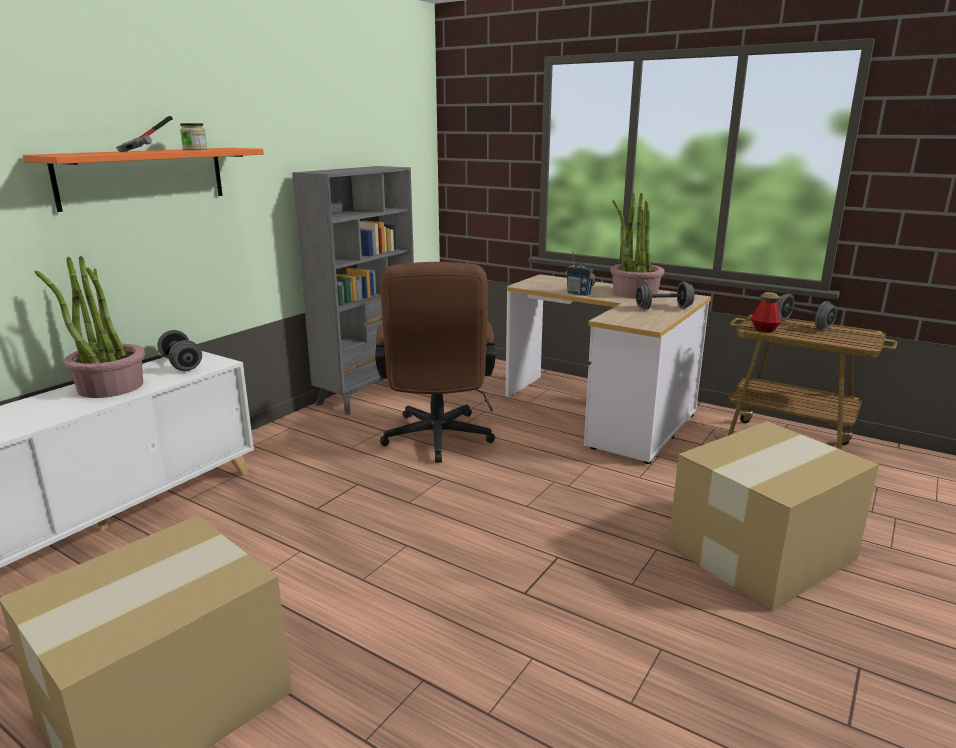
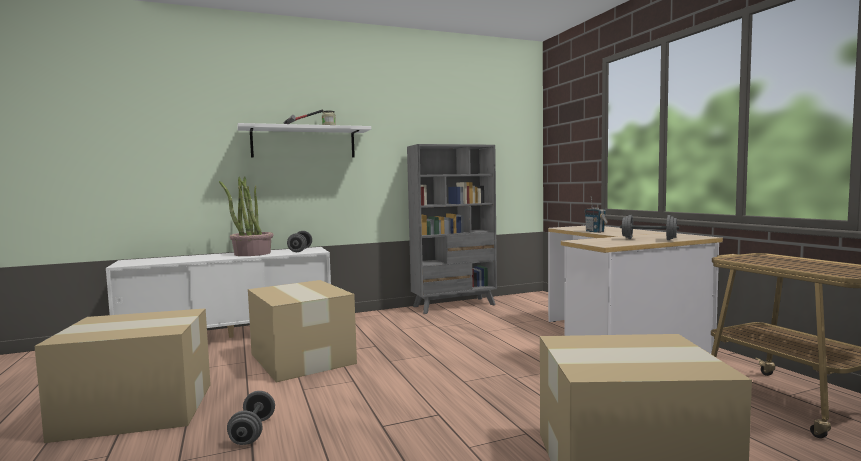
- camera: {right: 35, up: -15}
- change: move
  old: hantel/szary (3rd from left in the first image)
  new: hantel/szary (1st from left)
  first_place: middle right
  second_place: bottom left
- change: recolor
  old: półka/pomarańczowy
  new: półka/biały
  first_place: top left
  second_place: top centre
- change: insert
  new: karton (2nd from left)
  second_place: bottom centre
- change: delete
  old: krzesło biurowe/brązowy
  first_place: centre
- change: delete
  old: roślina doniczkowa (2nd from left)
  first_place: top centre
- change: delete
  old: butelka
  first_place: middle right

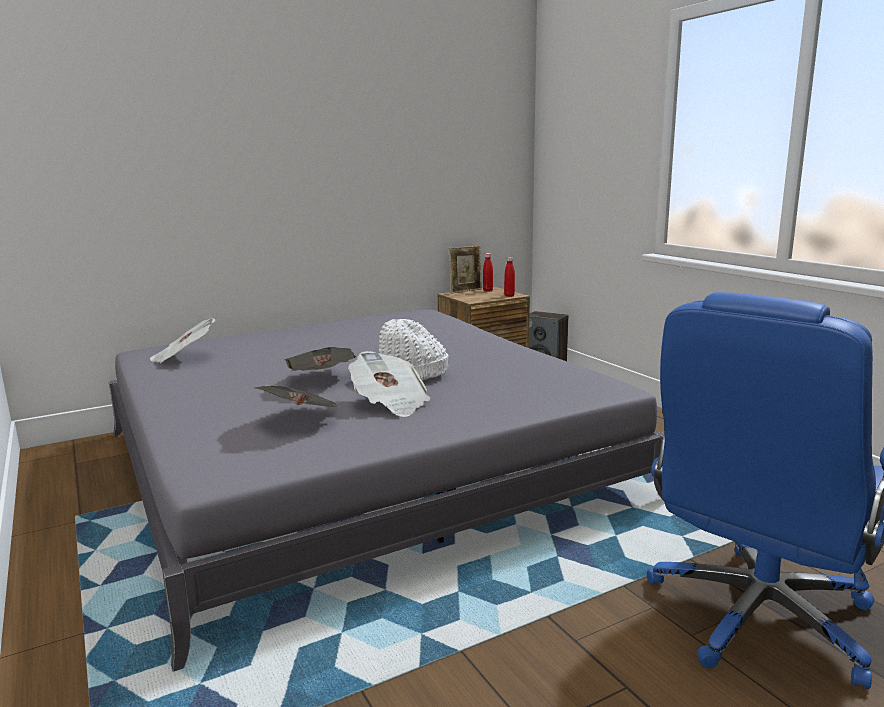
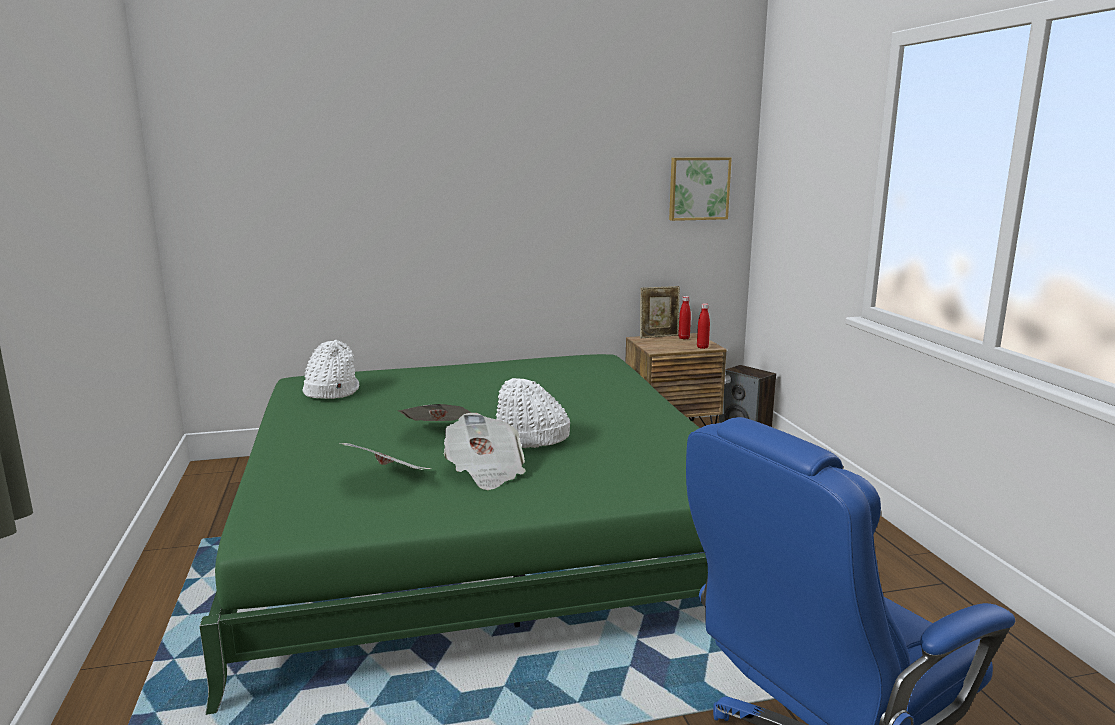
- camera: {right: 15, up: 0}
- change: recolor
  old: łóżko/szary
  new: łóżko/zielony
  first_place: bottom centre
  second_place: bottom centre
- change: replace
  old: gazeta (1st from left)
  new: kapelusz/biały (1st from left)
  first_place: middle left
  second_place: middle left
- change: insert
  new: obraz
  second_place: top centre

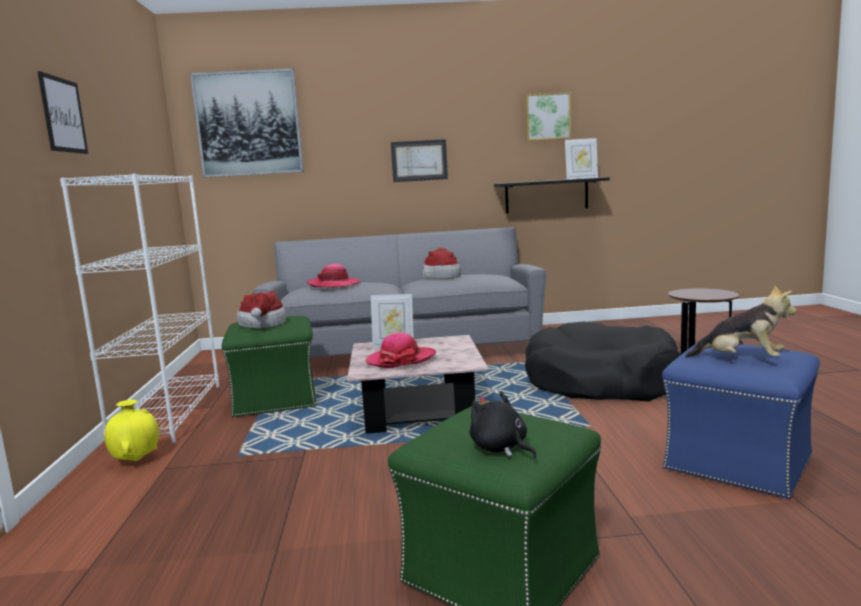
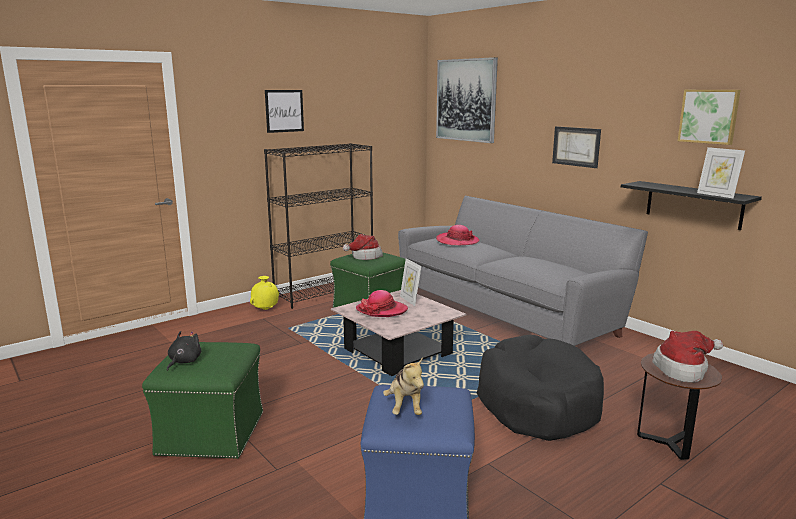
- camera: {right: 55, up: 5}
- change: recolor
  old: regał/biały
  new: regał/czarny
  first_place: middle left
  second_place: centre
- change: move
  old: kapelusz (4th from left)
  first_place: centre
  second_place: bottom right

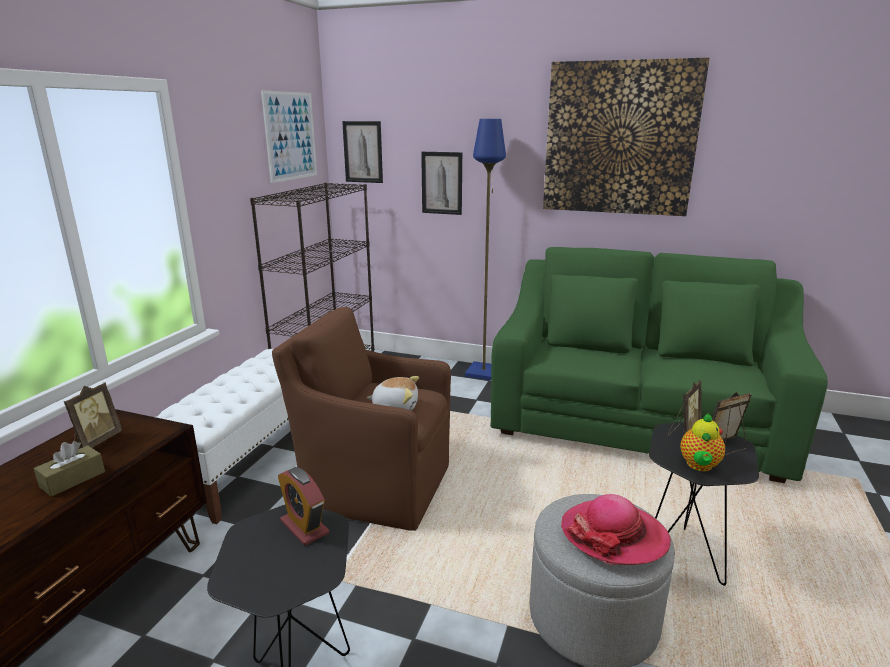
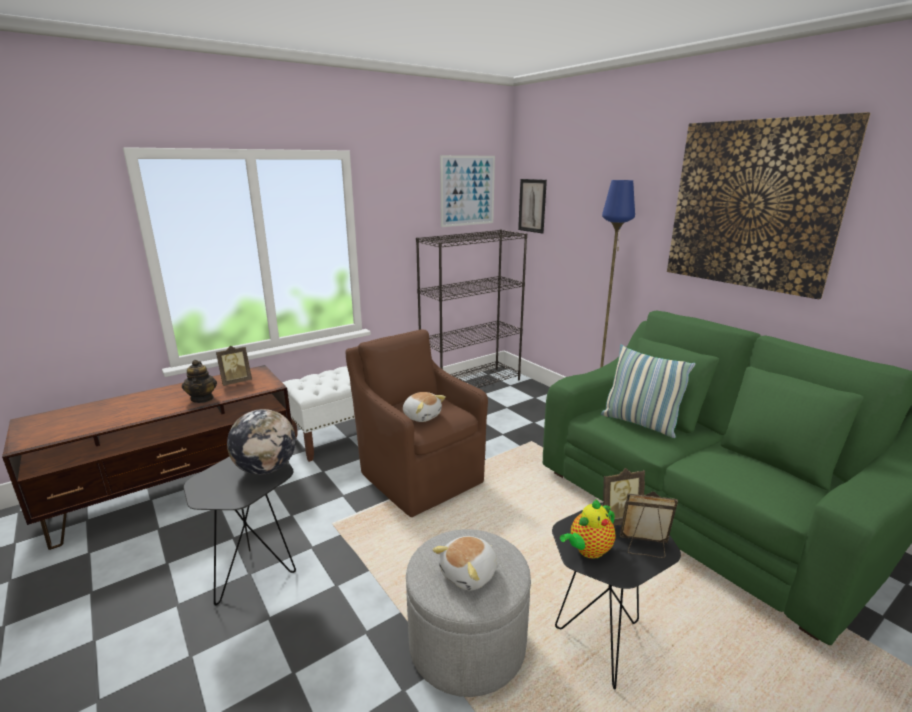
- camera: {right: 35, up: 0}
- change: replace
  old: pudełko chusteczek/brązowy
  new: imbryk (1st from left)
  first_place: bottom left
  second_place: middle left
- change: replace
  old: budzik
  new: globus
  first_place: bottom centre
  second_place: middle left
- change: replace
  old: kapelusz
  new: pluszak (2nd from left)
  first_place: bottom right
  second_place: bottom centre
- change: insert
  new: poduszka
  second_place: middle right
- change: delete
  old: obraz (3rd from left)
  first_place: top centre

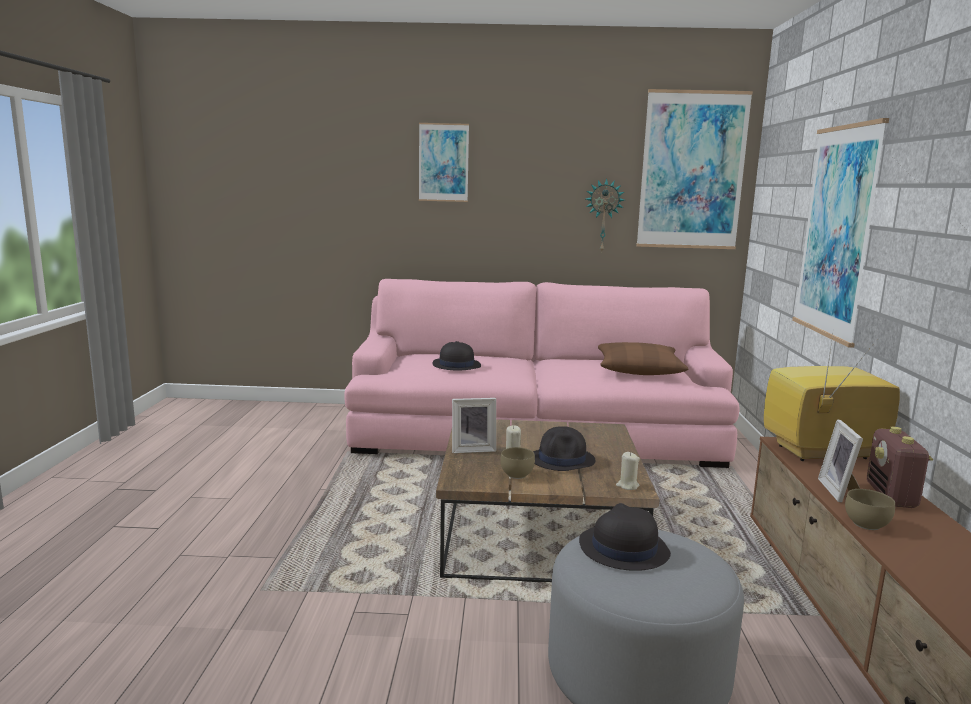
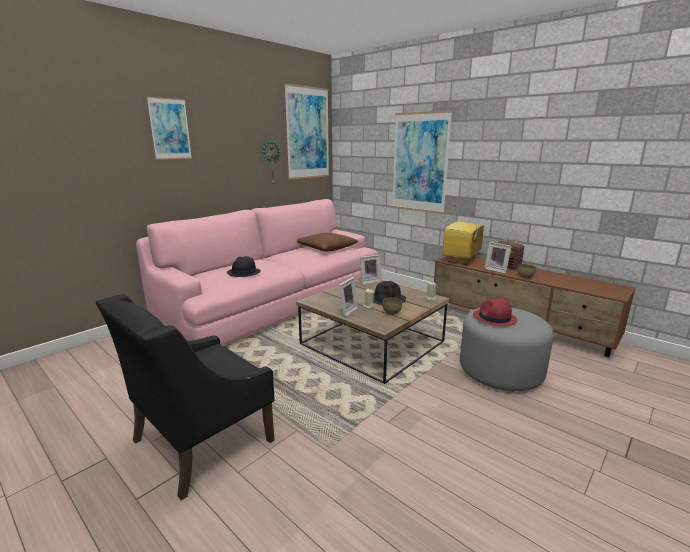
- camera: {right: -50, up: 5}
- change: insert
  new: fotel/czarny
  second_place: bottom left
- change: insert
  new: ramka na zdjęcie (2nd from left)
  second_place: centre
- change: recolor
  old: kapelusz/czarny (3rd from left)
  new: kapelusz/czerwony
  first_place: bottom centre
  second_place: middle right

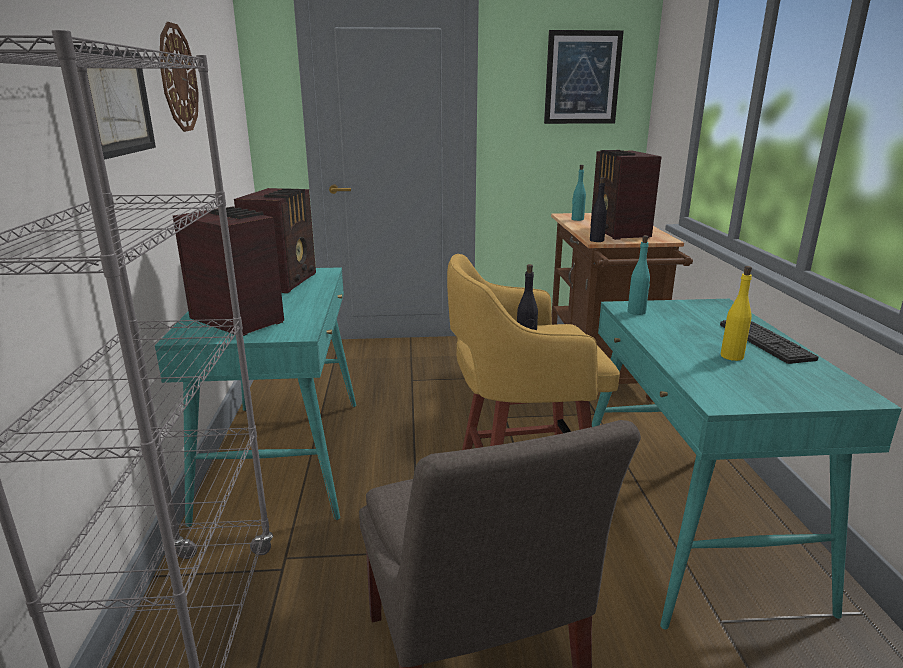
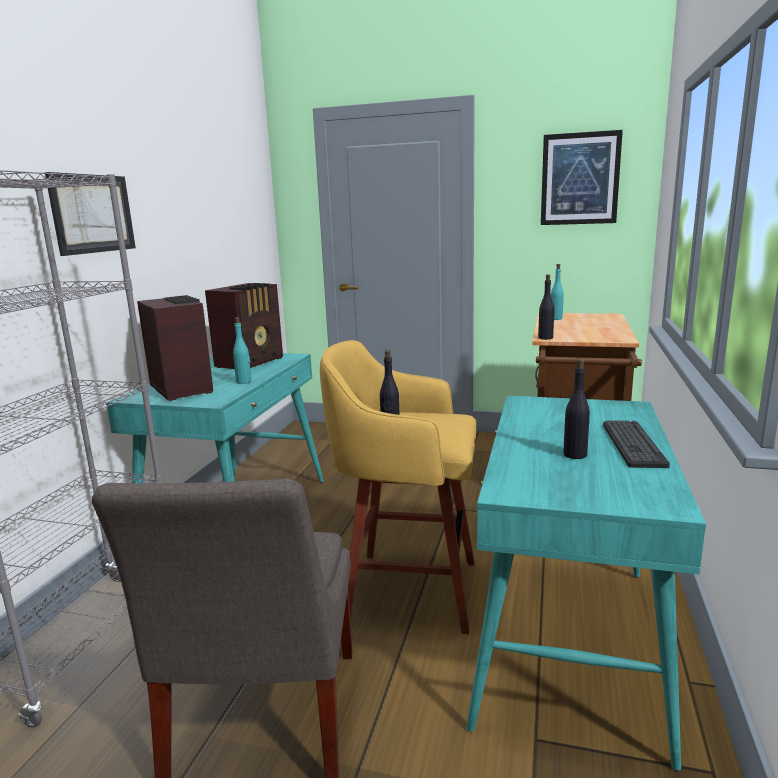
- camera: {right: 20, up: -5}
- change: move
  old: butelka/turkusowy (2nd from left in the first image)
  new: butelka/turkusowy (1st from left)
  first_place: middle right
  second_place: middle left
- change: recolor
  old: butelka/żółty
  new: butelka/czarny (3rd from left)
  first_place: middle right
  second_place: middle right
- change: delete
  old: zegar ścienny
  first_place: top left
- change: delete
  old: radio (3rd from left)
  first_place: top right

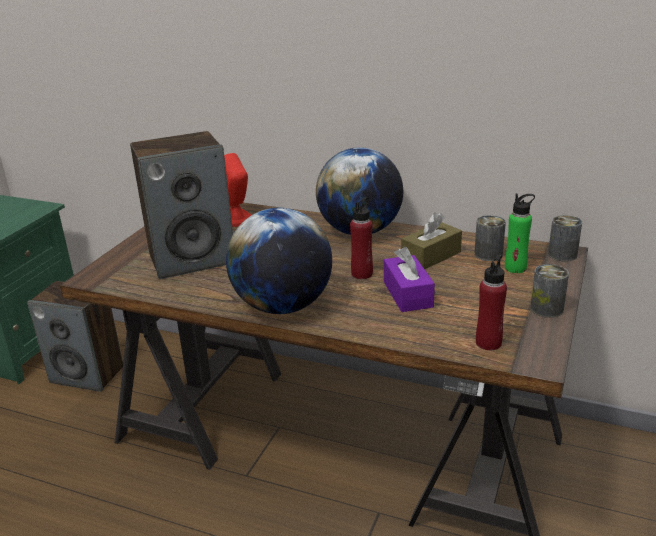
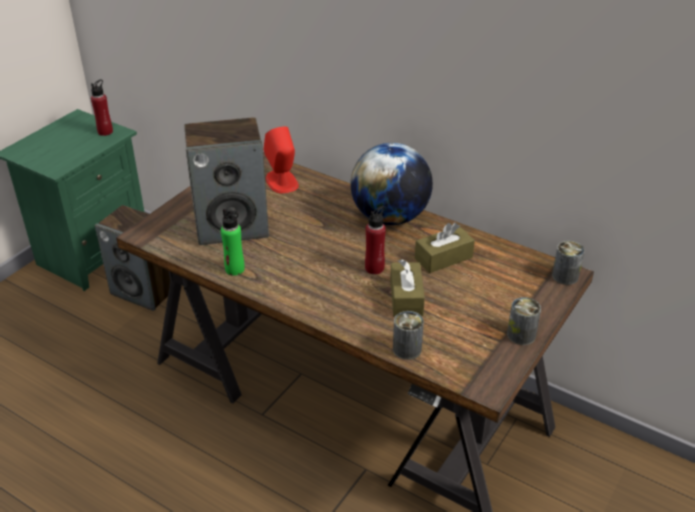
- camera: {right: 10, up: 10}
- change: move
  old: butelka/czerwony (2nd from left in the first image)
  new: butelka/czerwony (1st from left)
  first_place: middle right
  second_place: top left
- change: move
  old: butelka/zielony
  first_place: middle right
  second_place: centre
- change: recolor
  old: pudełko chusteczek/fioletowy
  new: pudełko chusteczek/brązowy (1st from left)
  first_place: centre
  second_place: centre
- change: move
  old: puszka (1st from left)
  first_place: middle right
  second_place: centre
- change: delete
  old: globus (1st from left)
  first_place: centre

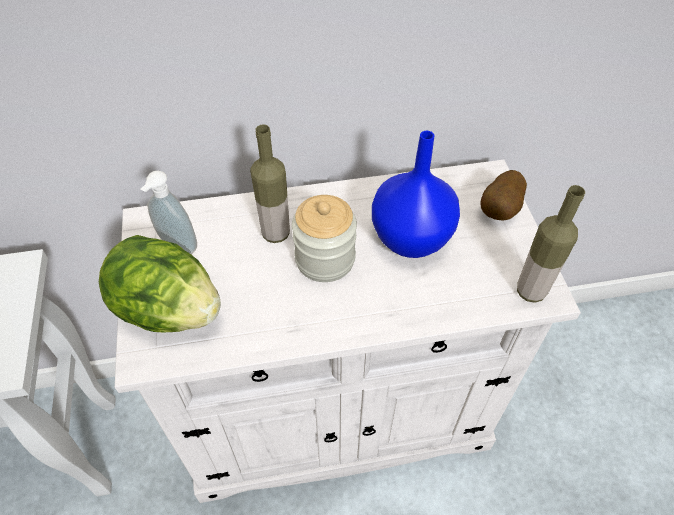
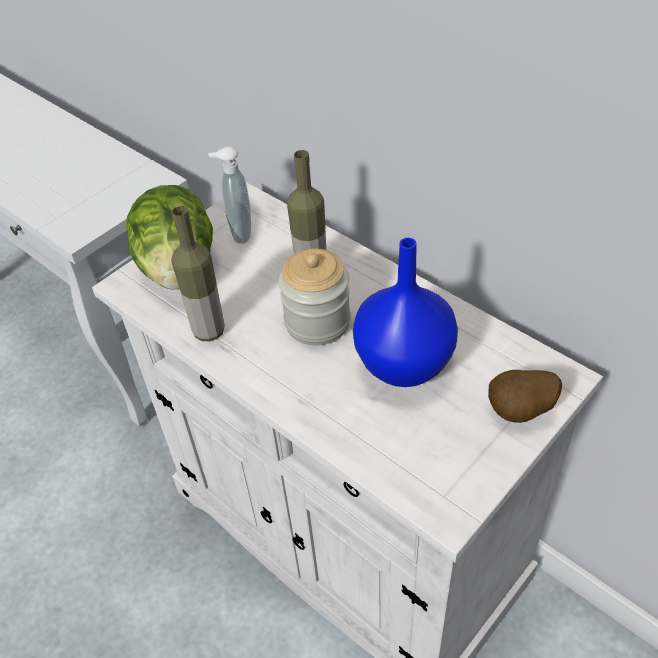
- camera: {right: 55, up: -5}
- change: move
  old: butelka (2nd from left in the first image)
  new: butelka (1st from left)
  first_place: middle right
  second_place: middle left

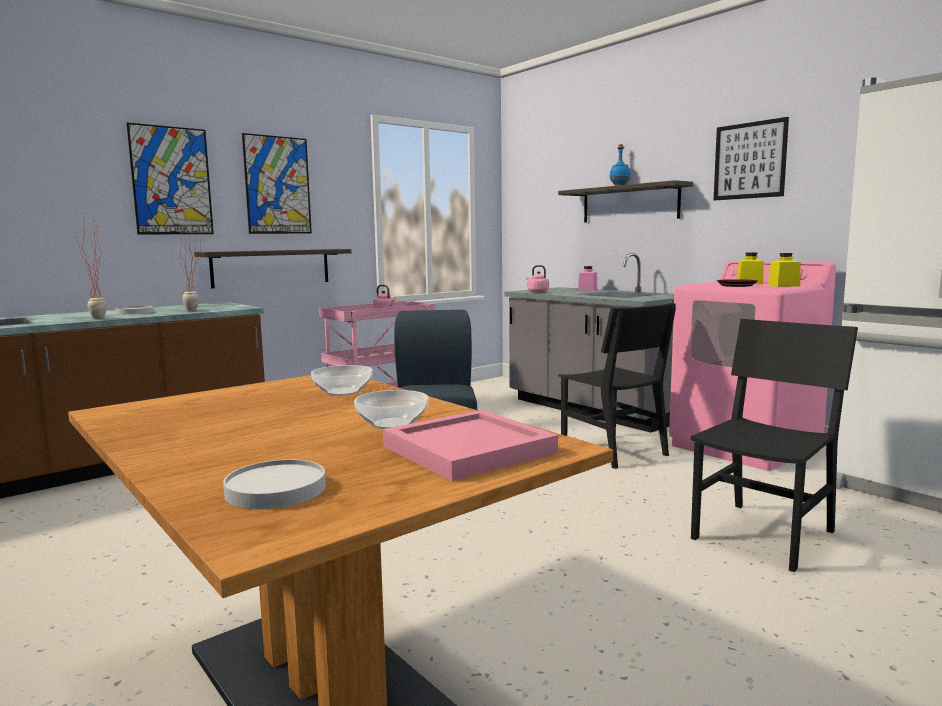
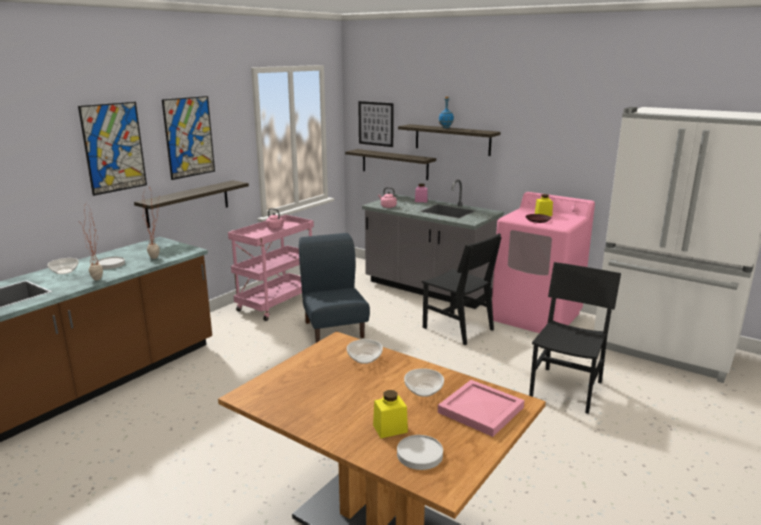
- camera: {right: -15, up: 10}
- change: insert
  new: miska (1st from left)
  second_place: middle left
- change: insert
  new: półka (2nd from left)
  second_place: top centre
- change: move
  old: obraz (3rd from left)
  first_place: top right
  second_place: top centre
- change: move
  old: słoik/żółty (2nd from left in the first image)
  new: słoik/żółty (1st from left)
  first_place: middle right
  second_place: bottom centre

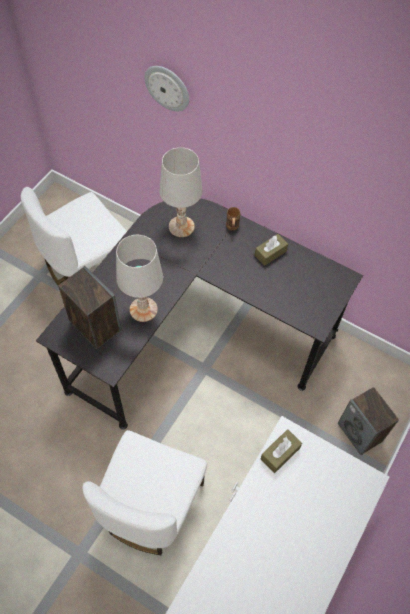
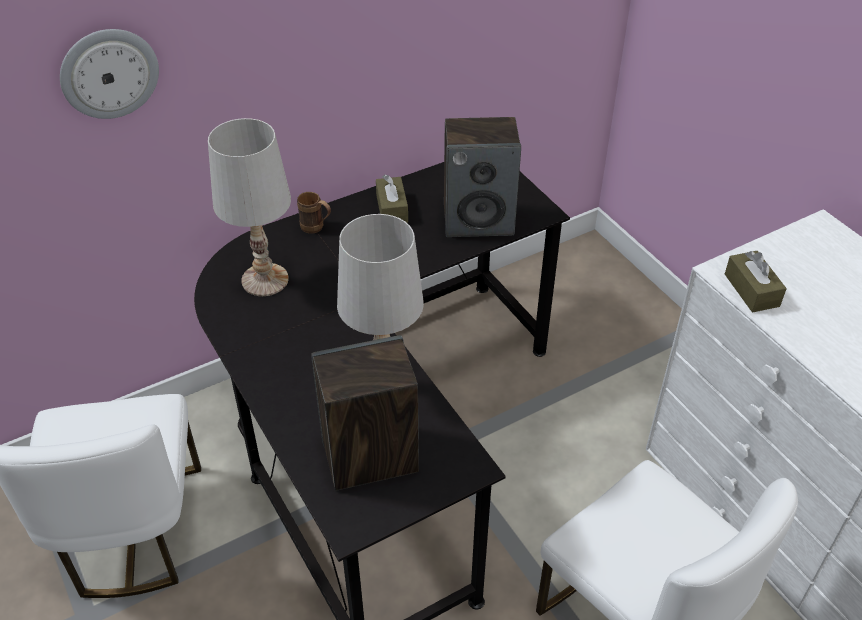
- camera: {right: -60, up: -15}
- change: move
  old: głośnik (2nd from left)
  first_place: bottom right
  second_place: top centre

